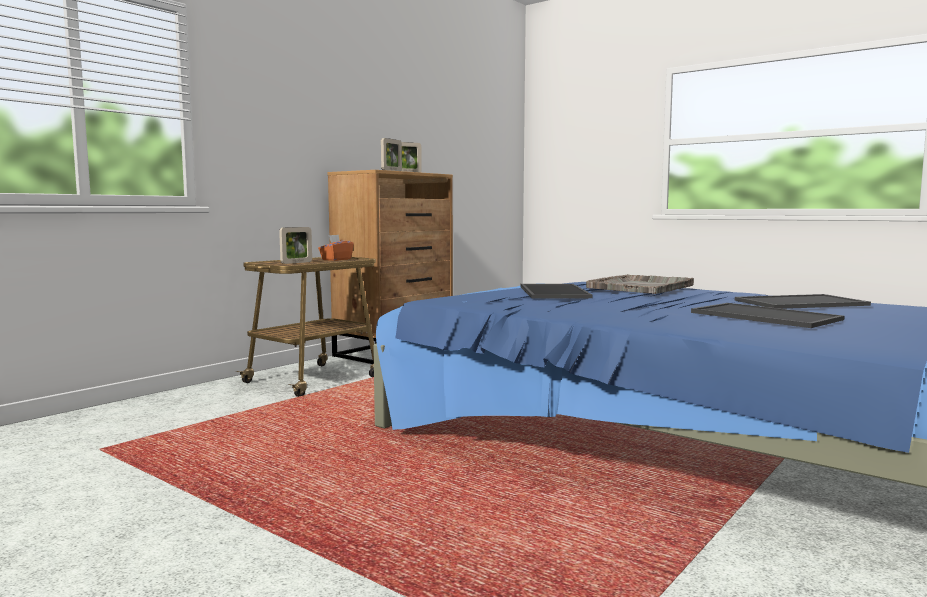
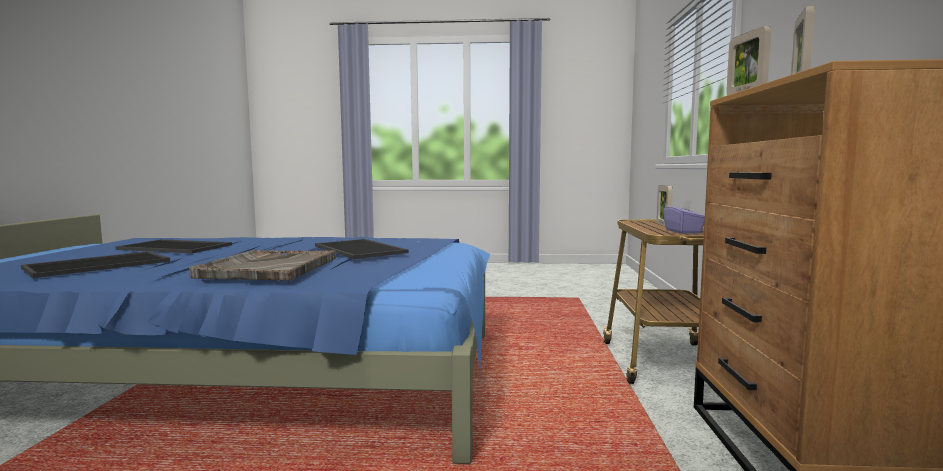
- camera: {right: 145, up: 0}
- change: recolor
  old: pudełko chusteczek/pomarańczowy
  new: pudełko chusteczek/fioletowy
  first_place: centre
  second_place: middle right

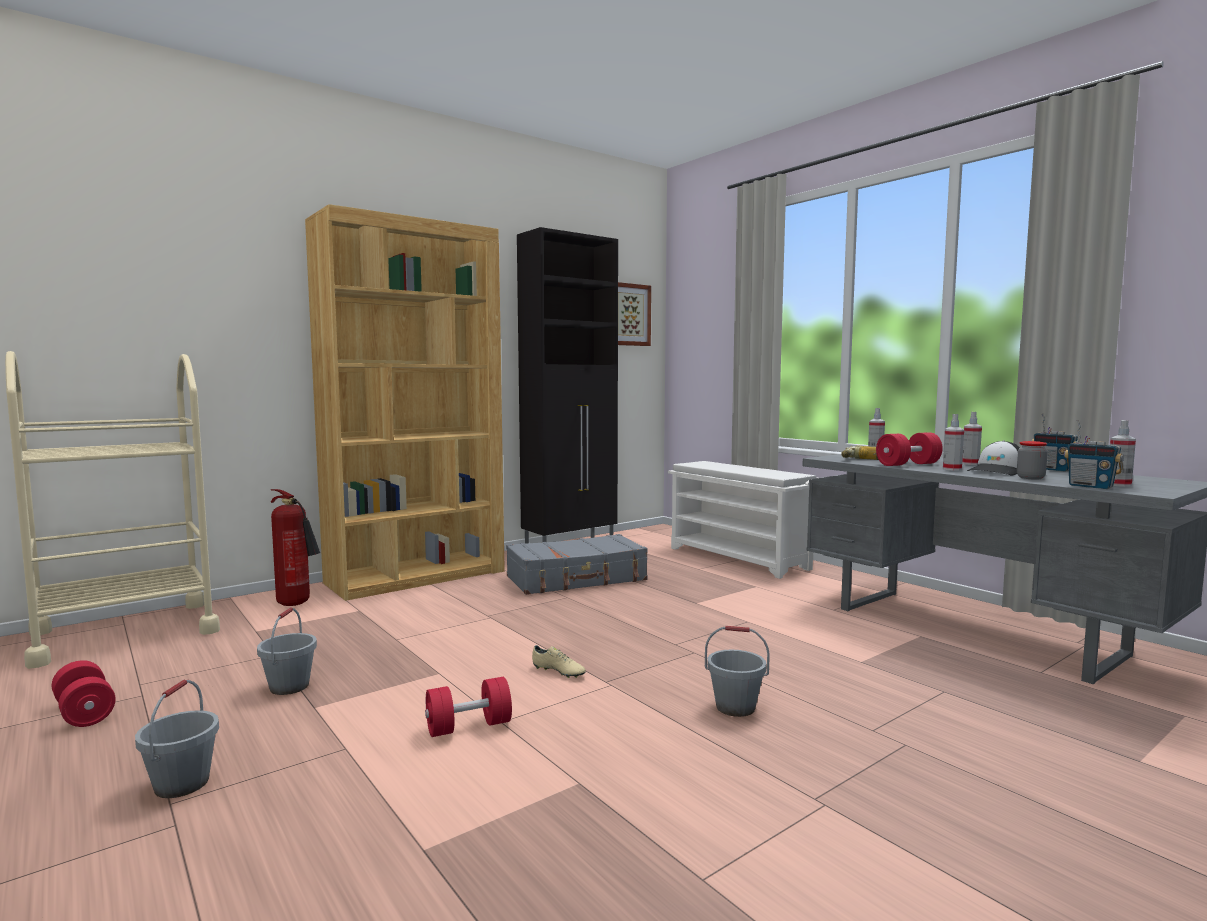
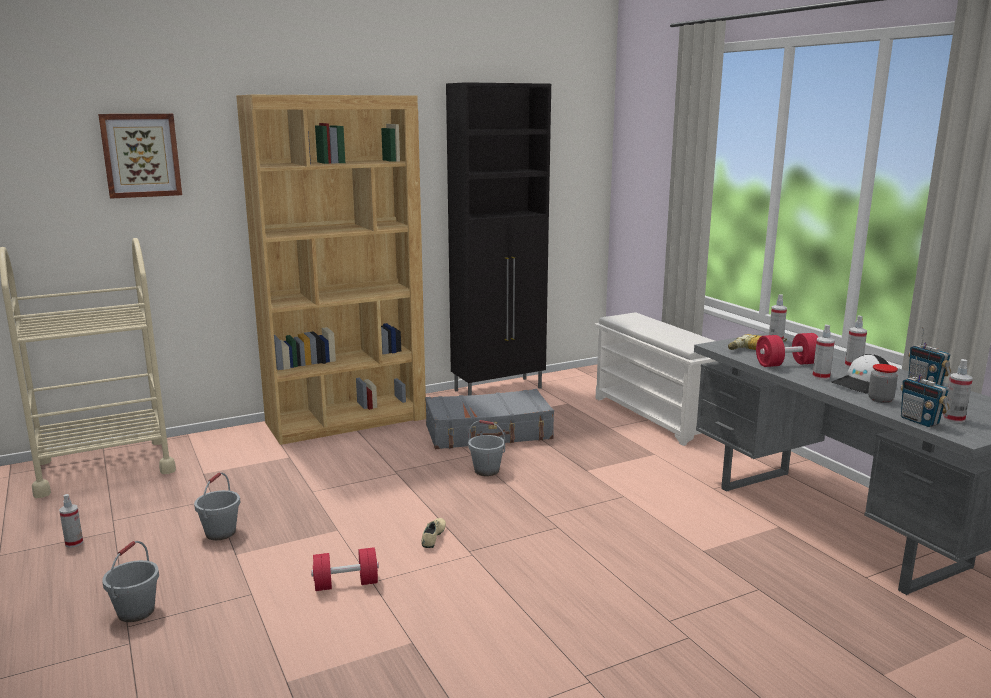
- camera: {right: 10, up: 10}
- change: replace
  old: hantel/czerwony (1st from left)
  new: spryskiwacz (1st from left)
  first_place: bottom left
  second_place: bottom left
- change: move
  old: obraz
  first_place: centre
  second_place: top left
- change: rotate
  old: but/beżowy
  first_place: bottom centre
  second_place: bottom centre
  degrees: -120
- change: move
  old: wiadro/szary (3rd from left)
  first_place: bottom centre
  second_place: centre
- change: delete
  old: gaśnica
  first_place: middle left

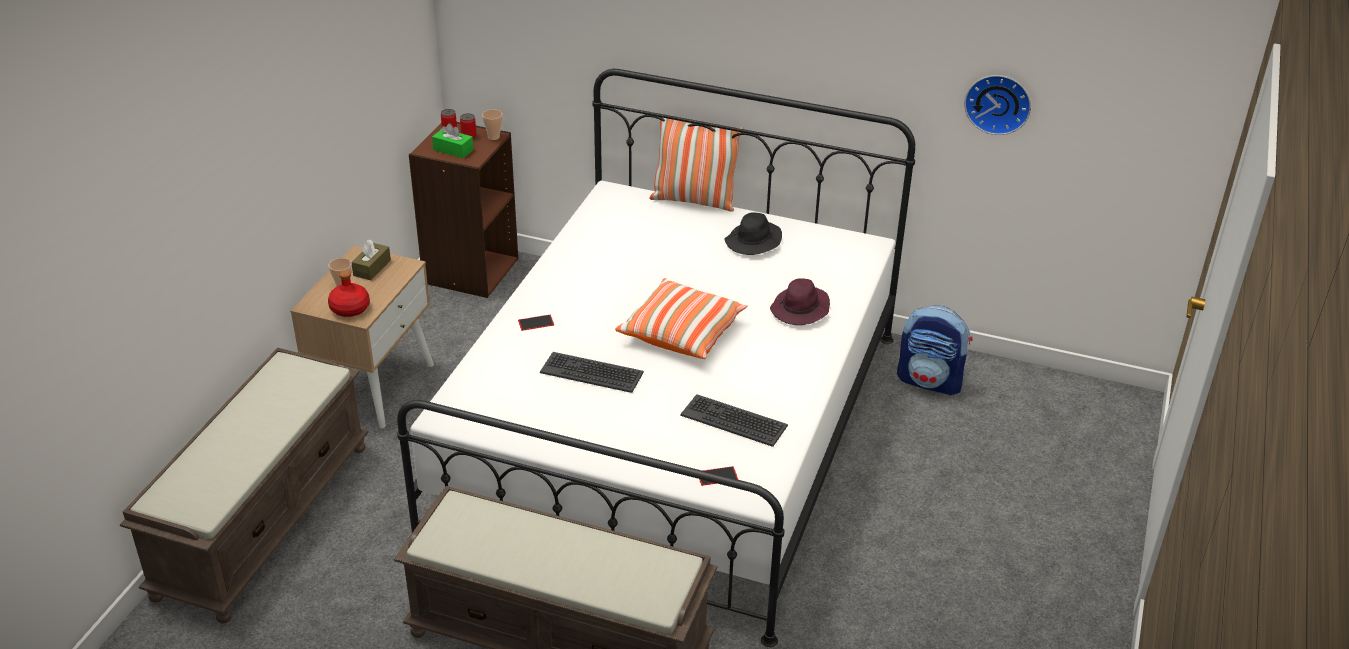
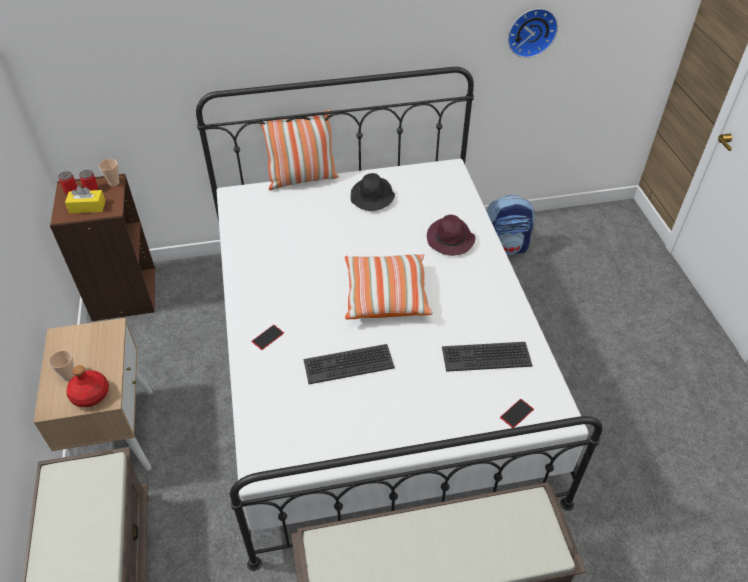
- camera: {right: -30, up: 10}
- change: recolor
  old: pudełko chusteczek/zielony
  new: pudełko chusteczek/żółty
  first_place: top centre
  second_place: middle left
- change: delete
  old: pudełko chusteczek/brązowy
  first_place: middle left

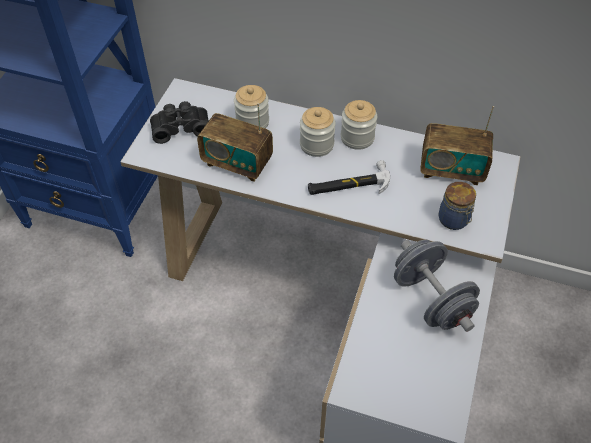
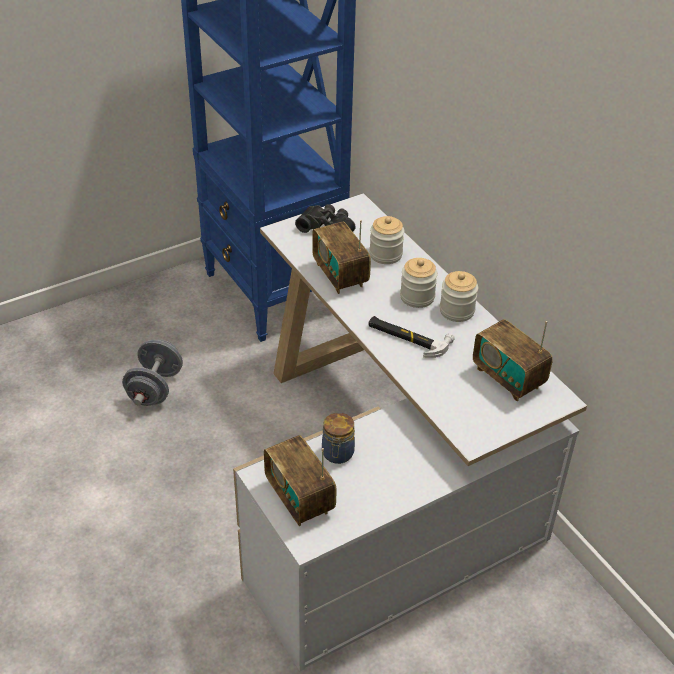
- camera: {right: 40, up: -10}
- change: move
  old: hantel/szary
  first_place: middle right
  second_place: middle left
- change: insert
  new: radio (1st from left)
  second_place: bottom centre
- change: move
  old: słoik (4th from left in the first image)
  new: słoik (1st from left)
  first_place: middle right
  second_place: centre

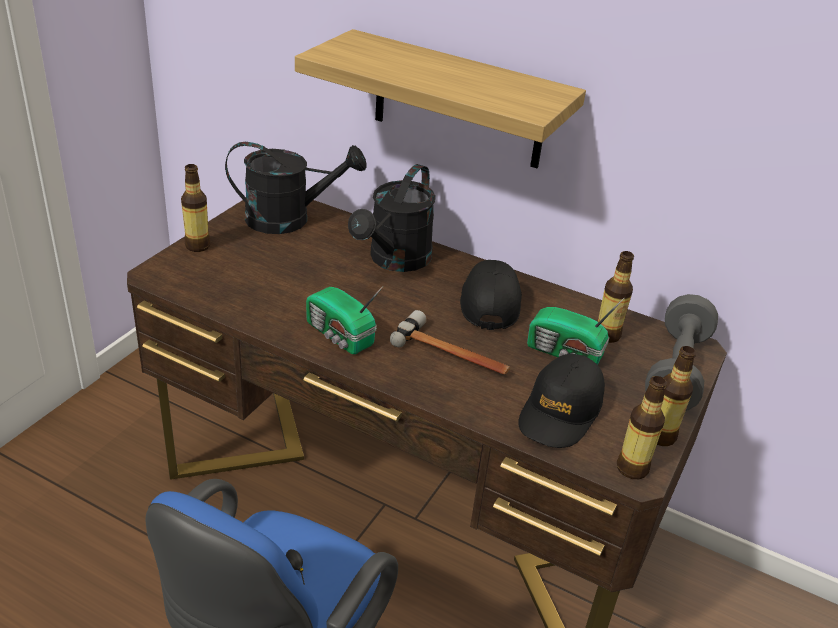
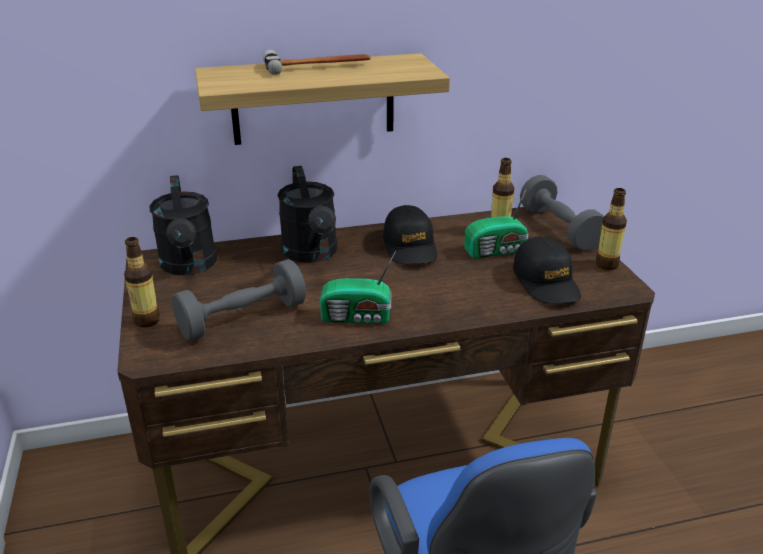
- camera: {right: -40, up: -5}
- change: rotate
  old: konewka/czarny (1st from left)
  first_place: top centre
  second_place: middle left
  degrees: 120
- change: insert
  new: hantel/szary (1st from left)
  second_place: middle left
- change: move
  old: młotek
  first_place: centre
  second_place: top centre
- change: rotate
  old: czapka z daszkiem/czarny (1st from left)
  first_place: centre
  second_place: centre
  degrees: -150
- change: delete
  old: butelka (3rd from left)
  first_place: bottom right

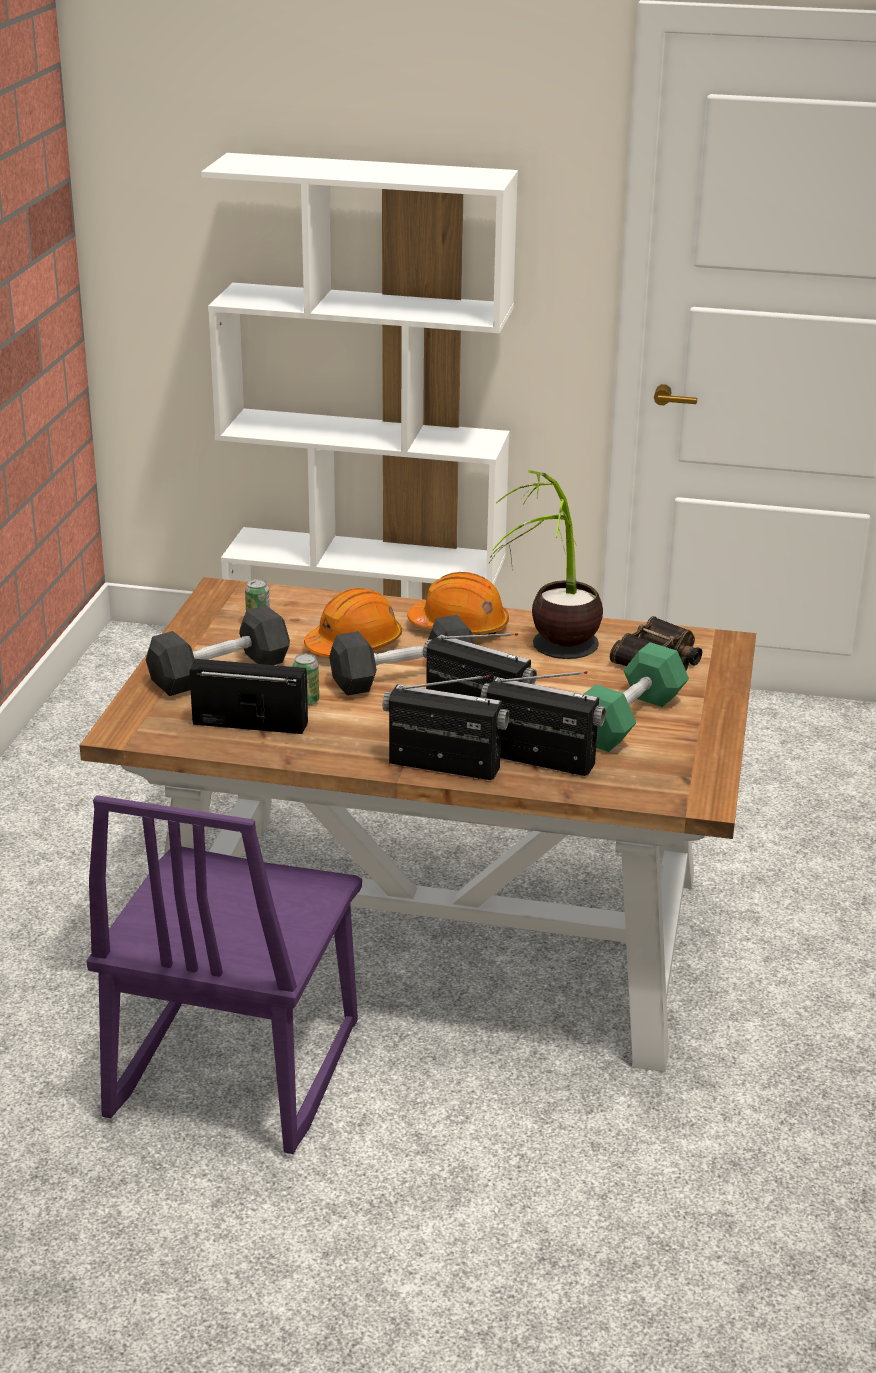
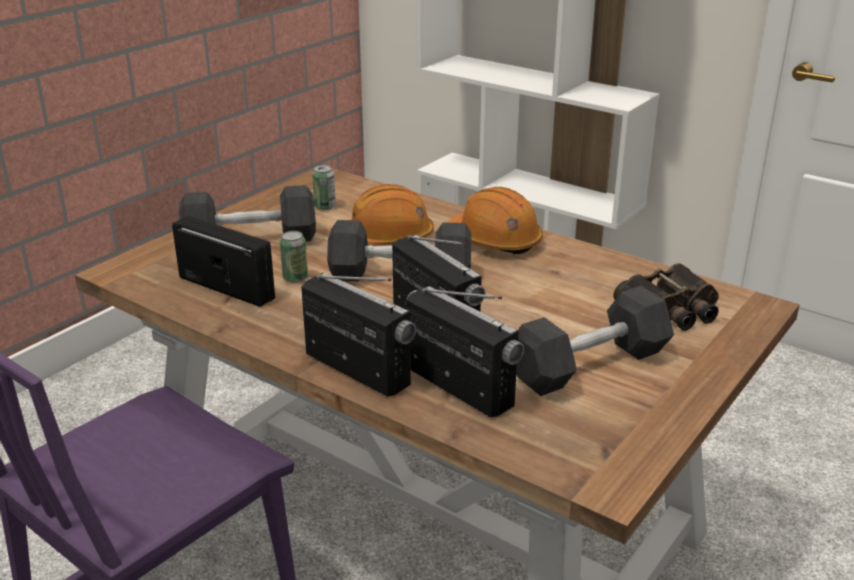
- camera: {right: 25, up: 0}
- change: recolor
  old: hantel/zielony
  new: hantel/czarny (3rd from left)
  first_place: middle right
  second_place: middle right
- change: delete
  old: roślina doniczkowa
  first_place: centre

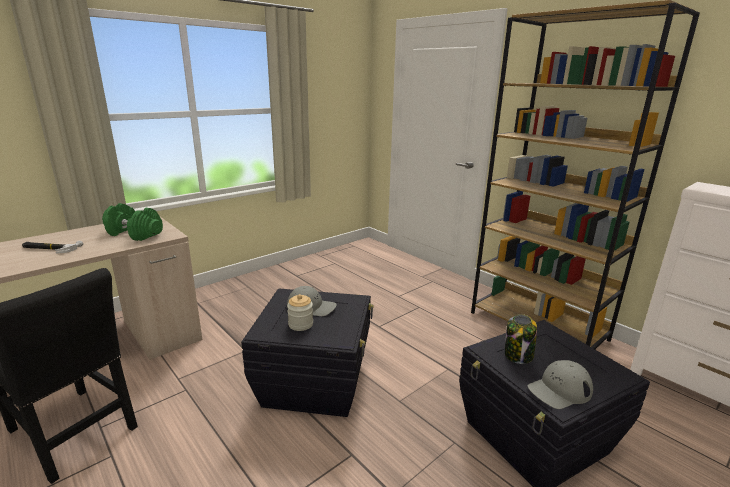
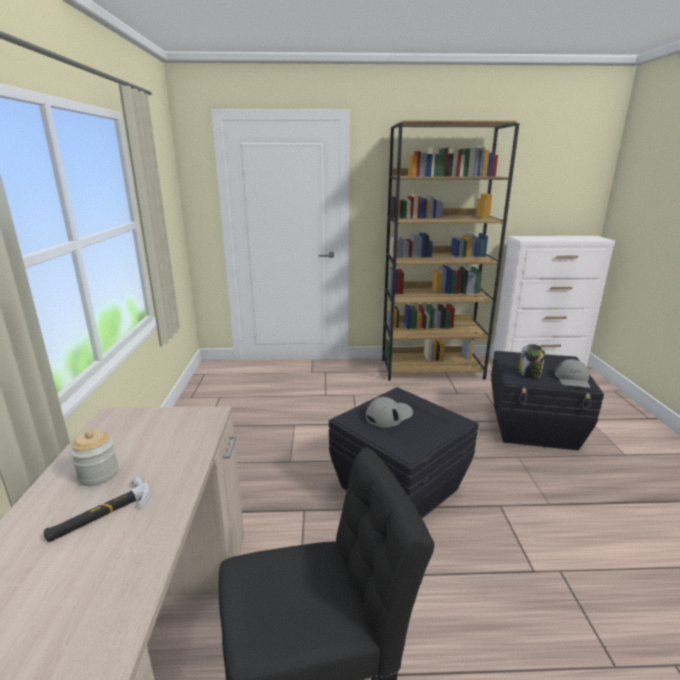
- camera: {right: -50, up: 0}
- change: move
  old: słoik (1st from left)
  first_place: centre
  second_place: bottom left
- change: delete
  old: hantel/zielony
  first_place: middle left

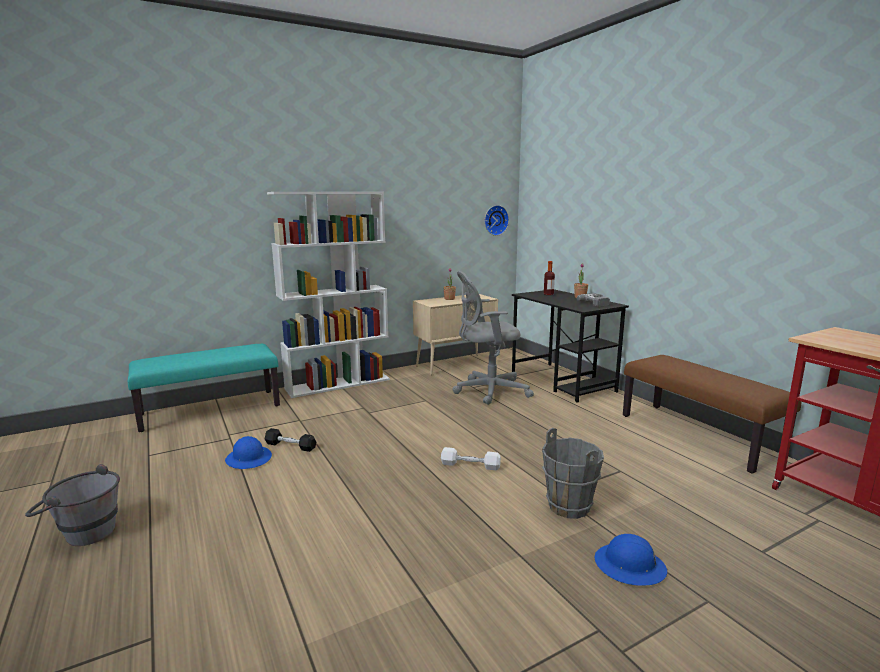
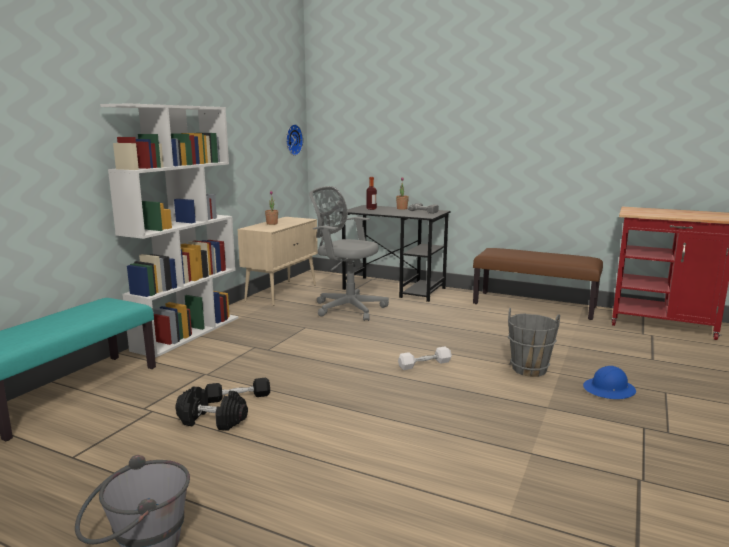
- camera: {right: -35, up: 0}
- change: replace
  old: kask/niebieski (1st from left)
  new: hantel/czarny (1st from left)
  first_place: bottom left
  second_place: bottom left
- change: rotate
  old: krzesło biurowe/szary
  first_place: centre
  second_place: centre
  degrees: 75

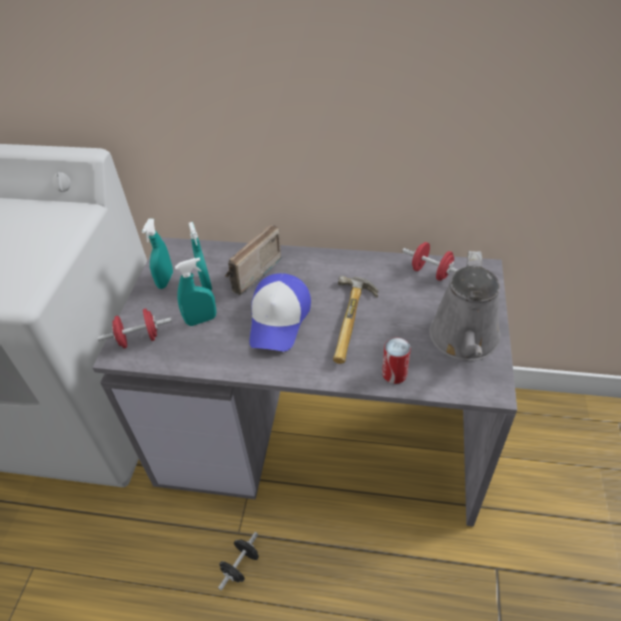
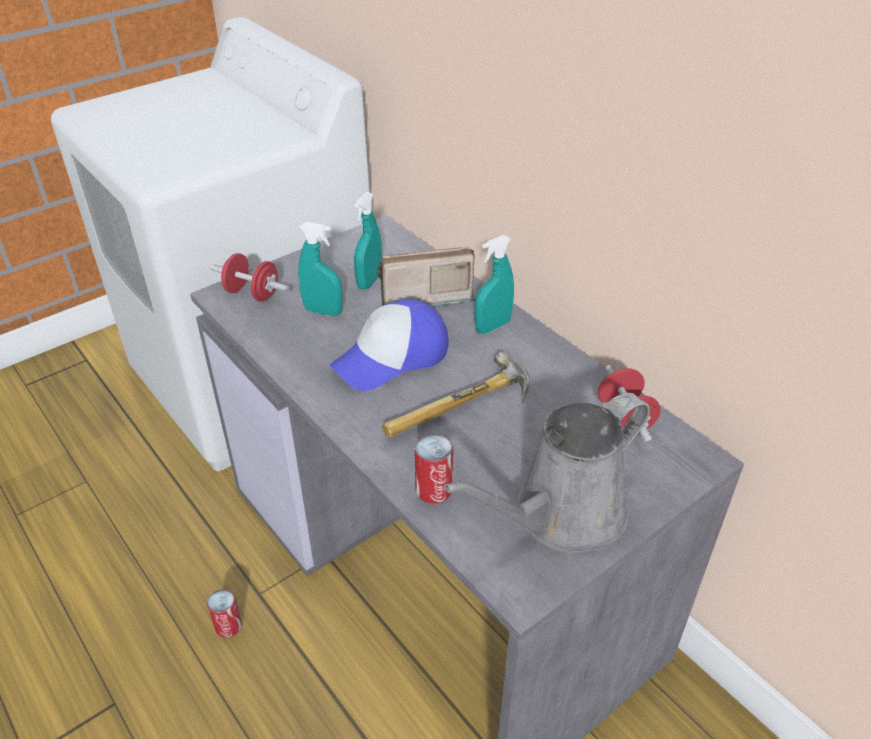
- camera: {right: 40, up: -5}
- change: replace
  old: hantel/czarny
  new: puszka (1st from left)
  first_place: bottom centre
  second_place: bottom left
- change: move
  old: spryskiwacz/turkusowy (1st from left in the first image)
  new: spryskiwacz/turkusowy (3rd from left)
  first_place: middle left
  second_place: centre

